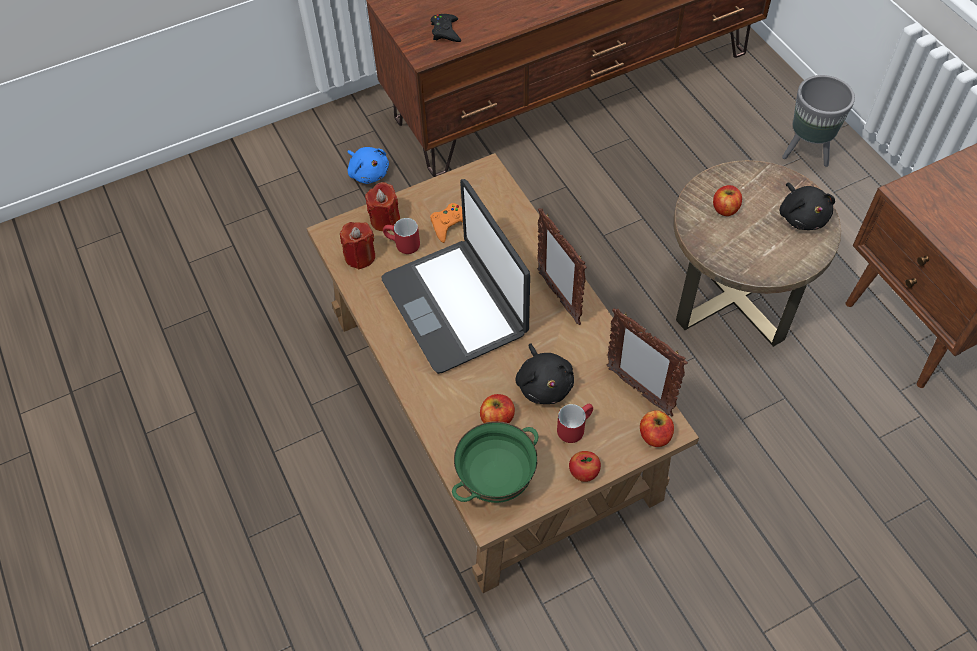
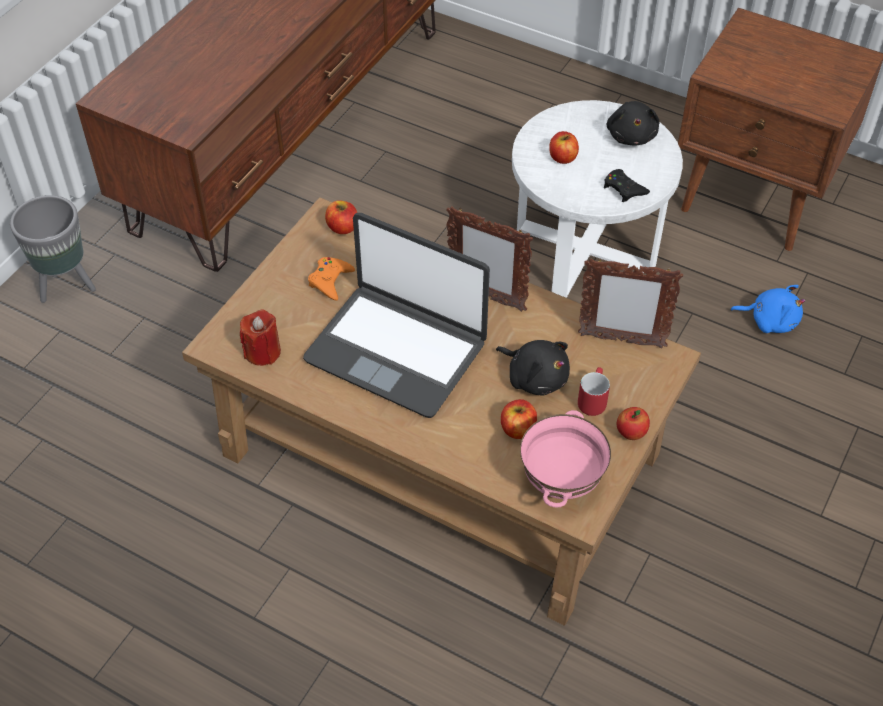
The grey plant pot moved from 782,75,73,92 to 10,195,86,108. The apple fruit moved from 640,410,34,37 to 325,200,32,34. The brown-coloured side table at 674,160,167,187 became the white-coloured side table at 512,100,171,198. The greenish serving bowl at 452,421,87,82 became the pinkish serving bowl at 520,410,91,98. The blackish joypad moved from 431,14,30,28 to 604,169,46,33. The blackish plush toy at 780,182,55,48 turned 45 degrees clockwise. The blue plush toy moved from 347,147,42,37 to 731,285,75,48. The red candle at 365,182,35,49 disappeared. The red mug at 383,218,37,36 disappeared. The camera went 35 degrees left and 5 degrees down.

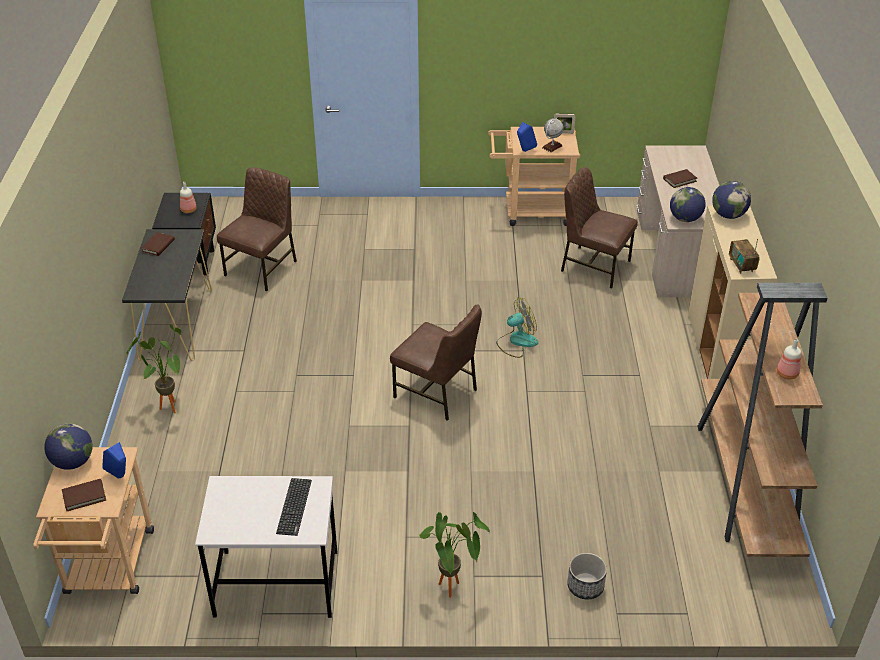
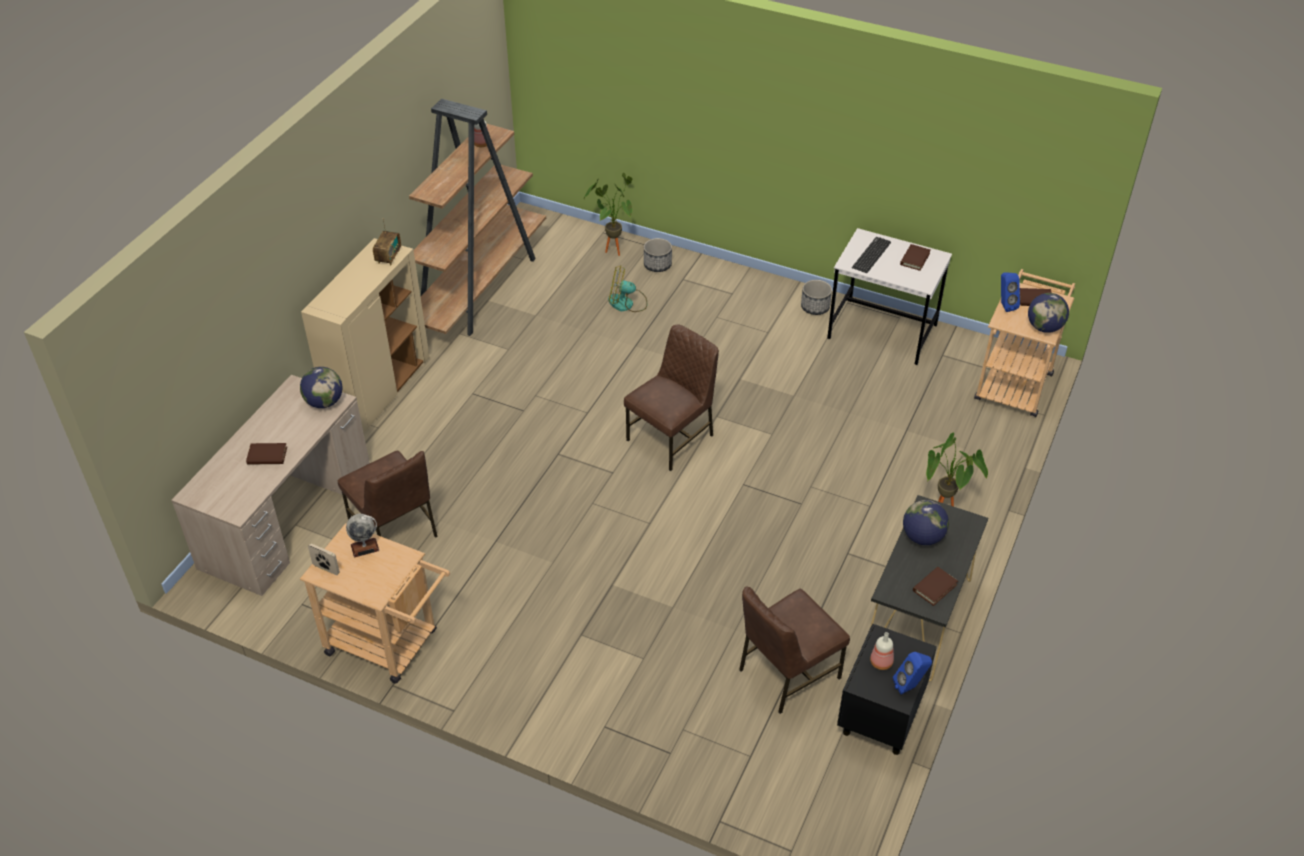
The houseplant moved from 419,512,71,86 to 584,173,48,83. The fan moved from 496,297,42,61 to 608,266,39,46. The brown-coloured chair at 390,304,92,117 turned 75 degrees clockwise. The plant pot at 801,280,31,35 appeared. The blue speaker moved from 517,122,20,30 to 893,652,39,43. The brown-coloured bound book at 900,244,31,27 appeared. The globe moved from 712,181,39,38 to 903,500,46,45. The camera went 155 degrees left and 5 degrees up.

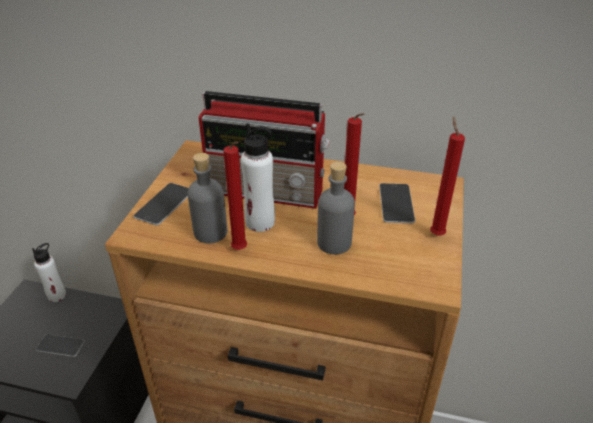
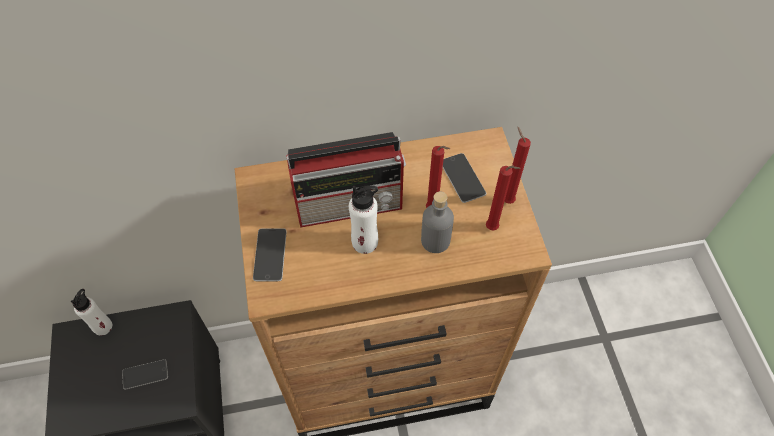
The red candle moved from 223,142,24,108 to 486,166,35,65. The grey beverage bottle at 187,153,40,90 disappeared. The camera went 25 degrees left and 20 degrees up.

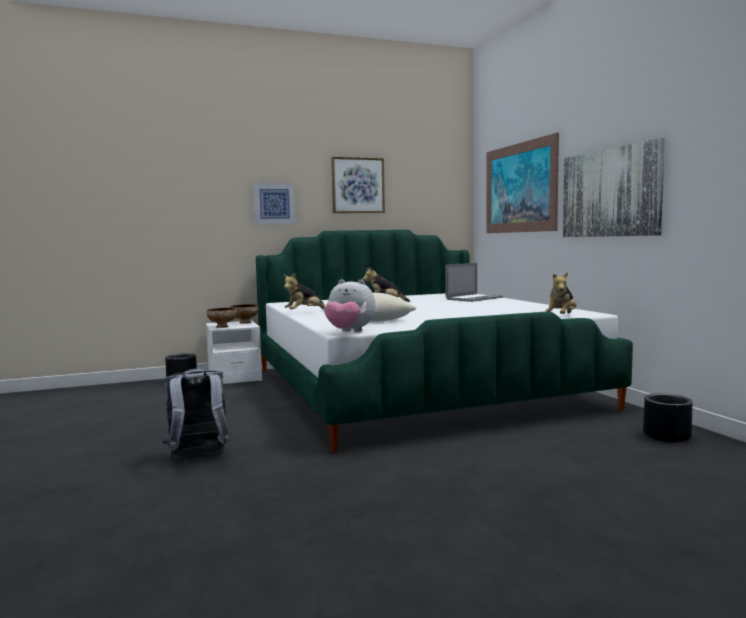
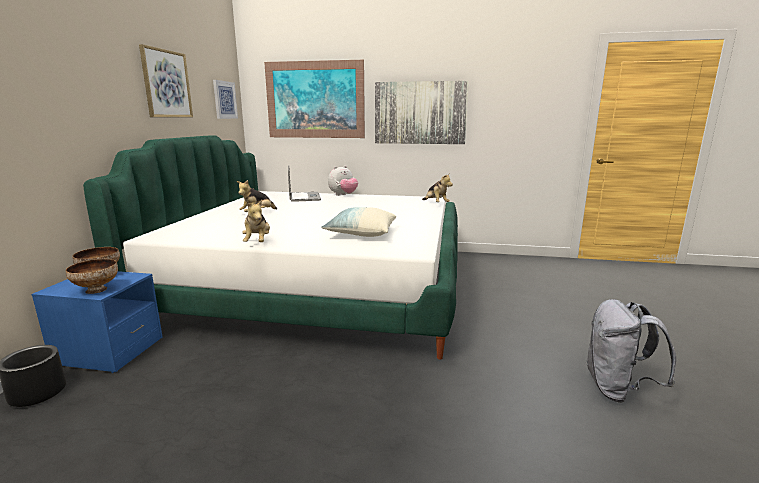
The white-coloured night table at 206,320,56,64 became the blue night table at 31,271,132,102. The wall art moved from 253,183,42,41 to 213,80,25,39. The plush toy moved from 324,279,52,53 to 328,165,30,31. The grey backpack moved from 162,369,70,91 to 586,299,90,104. The blackish plant pot at 643,393,50,50 disappeared. The camera went 60 degrees left and 10 degrees up.

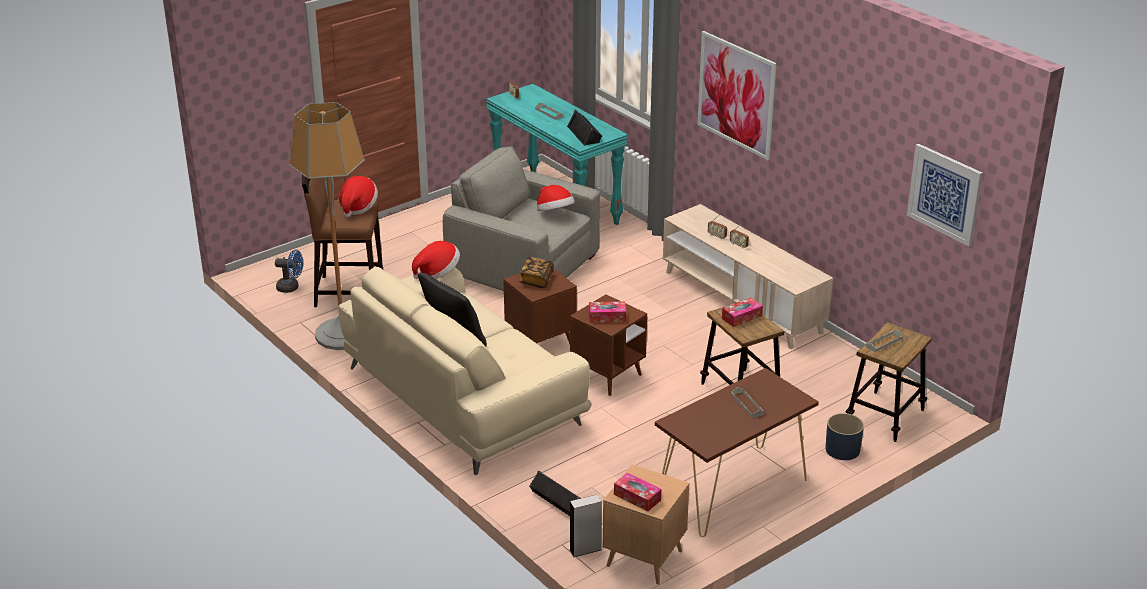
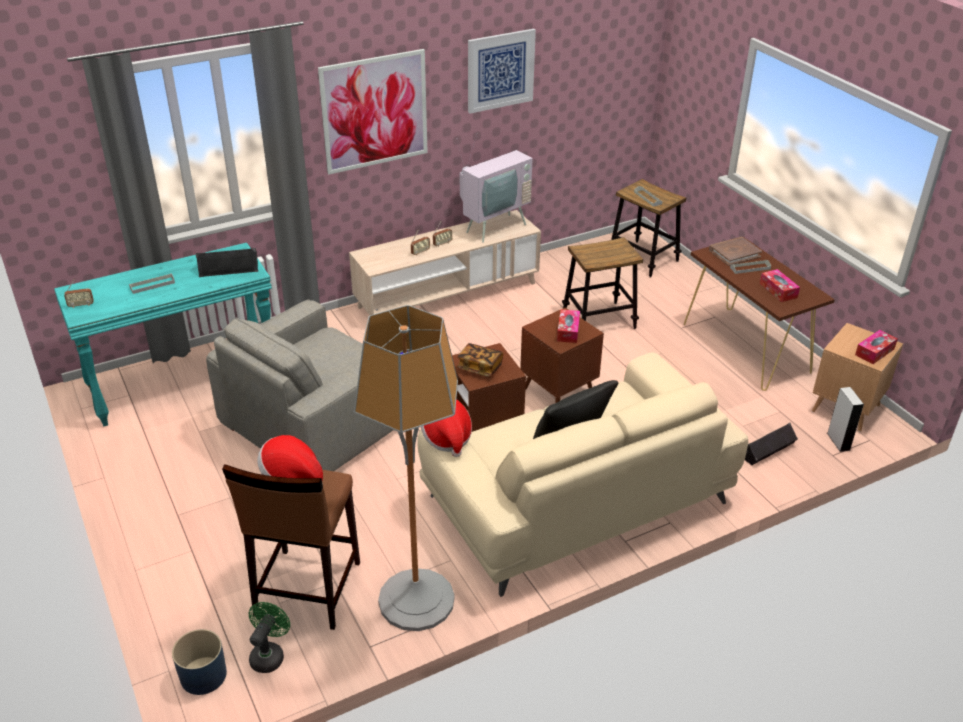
The blue plant pot moved from 825,413,39,47 to 172,629,55,66. The blue fan at 275,249,28,44 became the greenish fan at 249,602,41,71. The TV at 456,133,77,110 appeared. The wall art moved from 907,144,76,102 to 468,29,68,85. The brown-coloured bound book at 709,237,53,29 appeared. The tissue box moved from 722,298,41,29 to 760,269,40,33. The wearable hat at 537,185,38,26 disappeared. The camera went 80 degrees left and 5 degrees up.

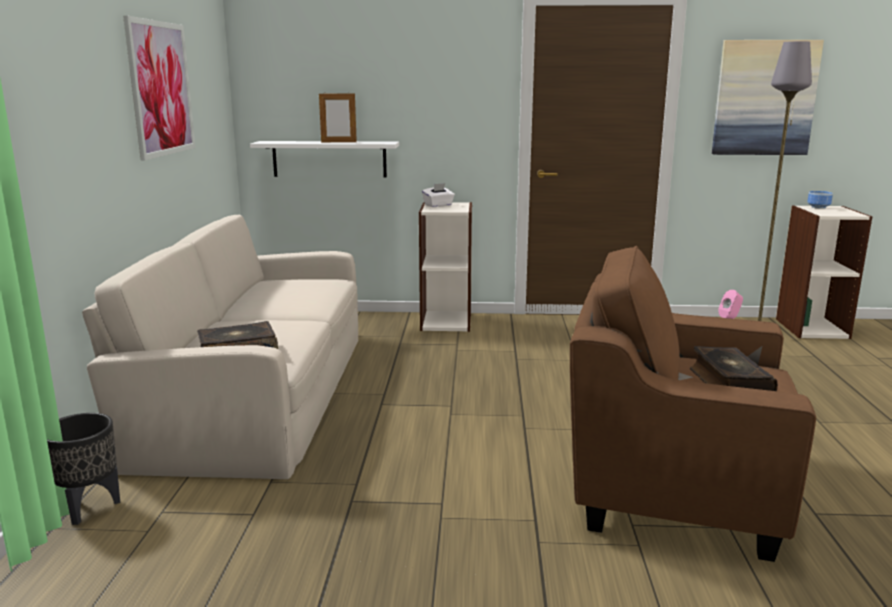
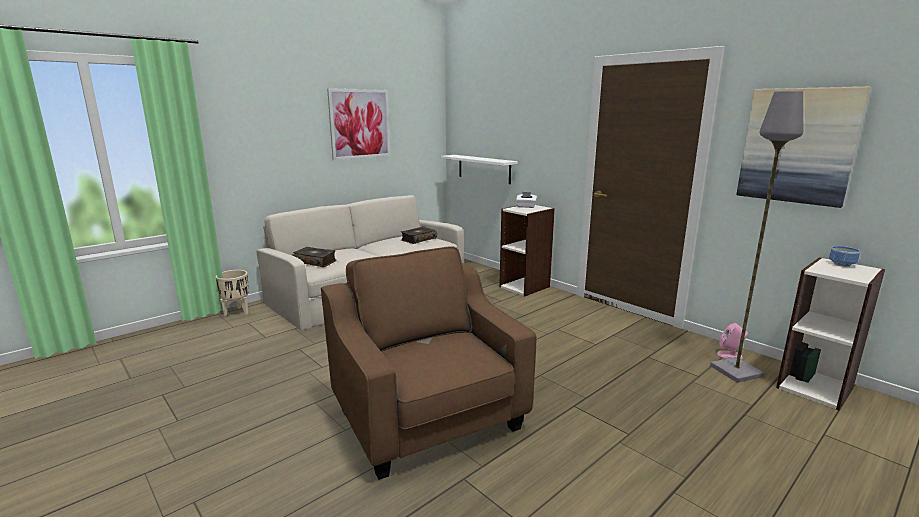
The blackish plant pot at 47,413,73,112 became the sand-coloured plant pot at 216,270,33,46. The bound book moved from 690,346,88,45 to 401,226,36,18. The photo frame at 319,93,38,49 disappeared. The camera went 45 degrees right and 0 degrees up.

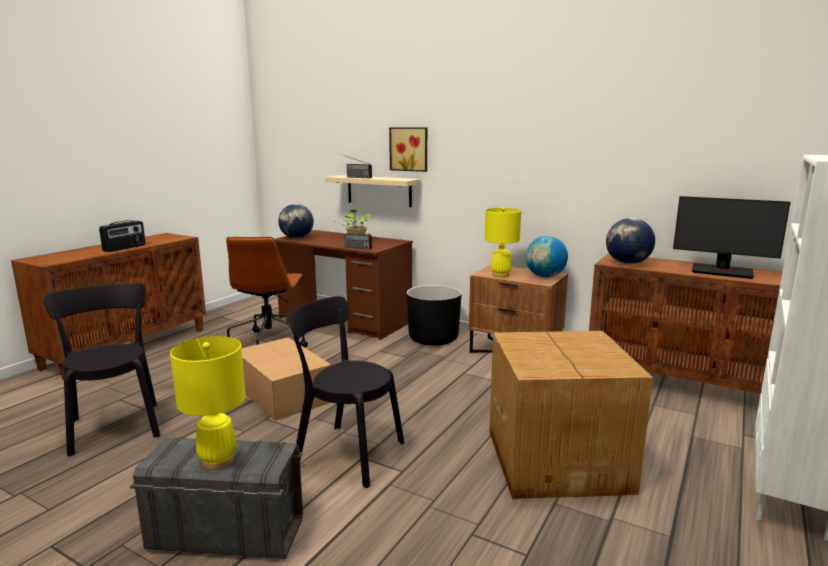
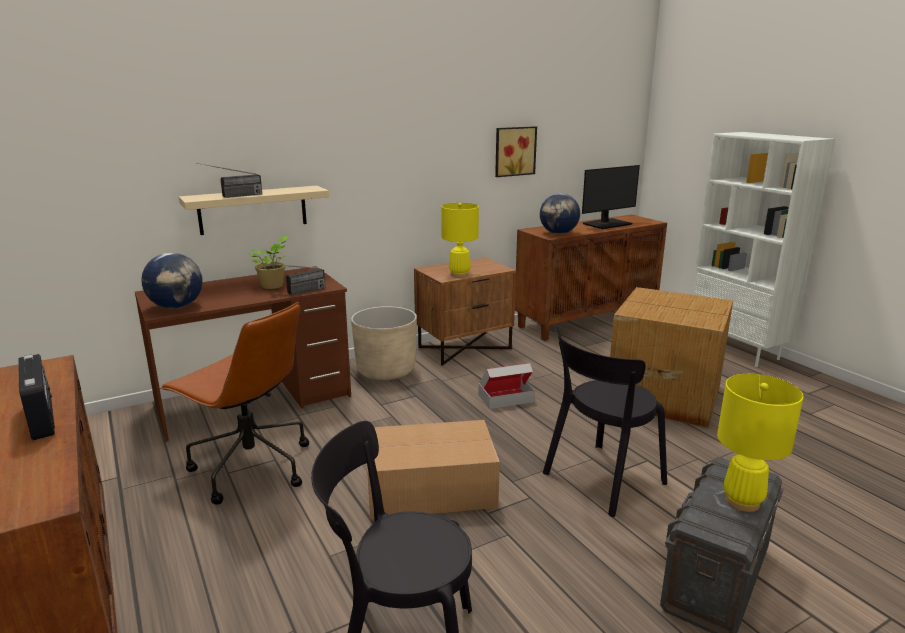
The blackish plant pot at 407,285,55,61 became the sand-coloured plant pot at 351,306,66,74. The carton at 478,363,57,46 appeared. The wall art moved from 389,127,38,45 to 495,126,42,51. The globe at 525,236,43,41 disappeared. The camera went 60 degrees left and 5 degrees up.

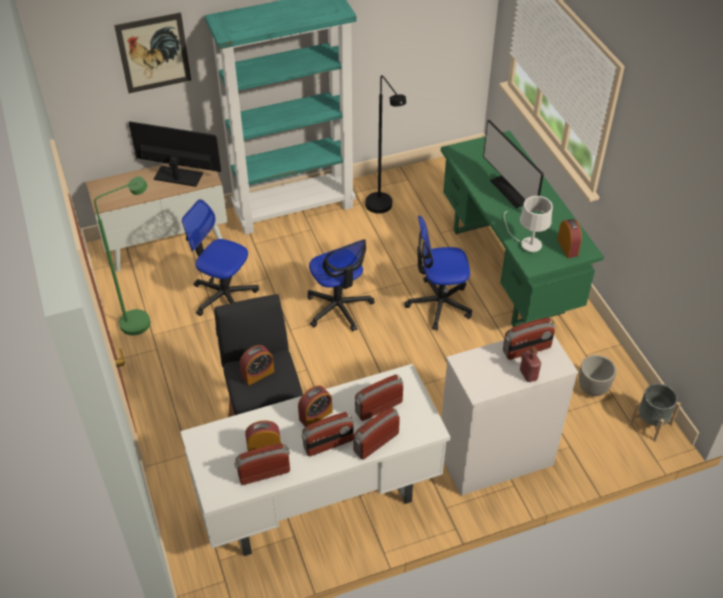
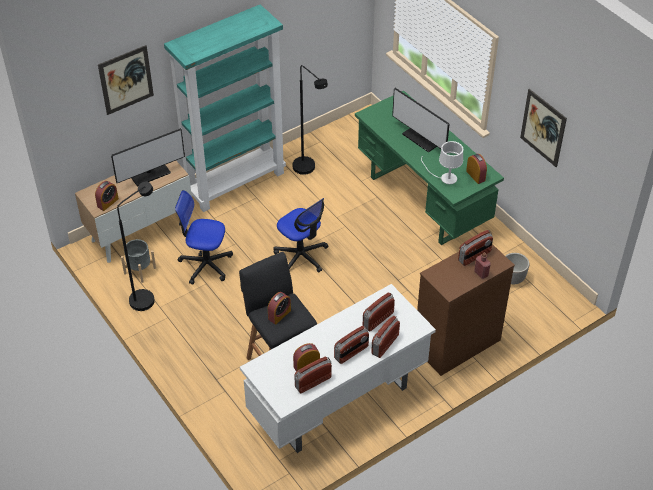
The bedside clock moved from 298,386,34,41 to 95,181,24,30. The monitor at 128,121,93,66 turned 150 degrees clockwise. The greenish standing lamp at 94,177,56,158 became the blackish standing lamp at 117,181,38,130. The grey plant pot moved from 629,383,52,59 to 121,239,35,44. The white-coloured chest of drawers at 441,336,137,160 became the brown-coloured chest of drawers at 417,244,98,132. The wall art at 520,89,47,78 appeared. The computer chair at 404,216,68,114 disappeared. The camera went 15 degrees left and 0 degrees up.

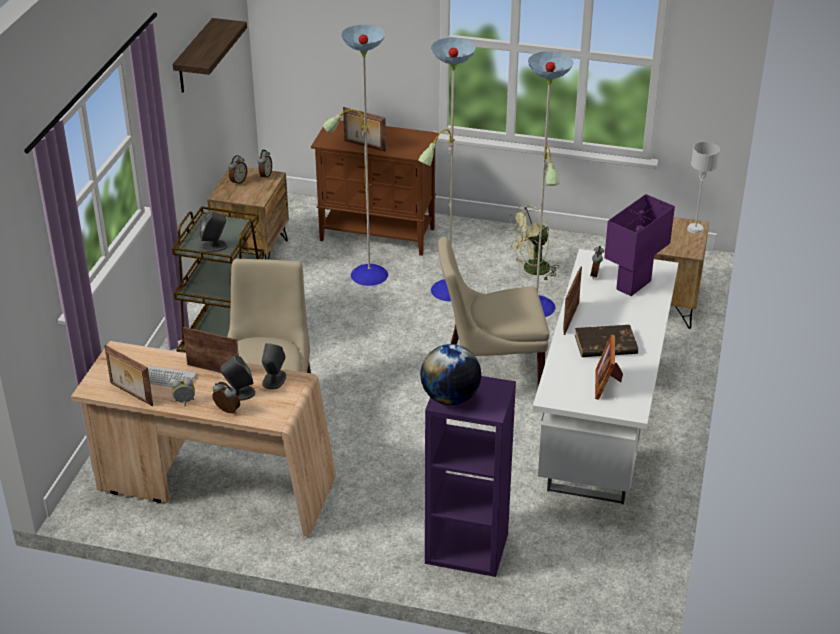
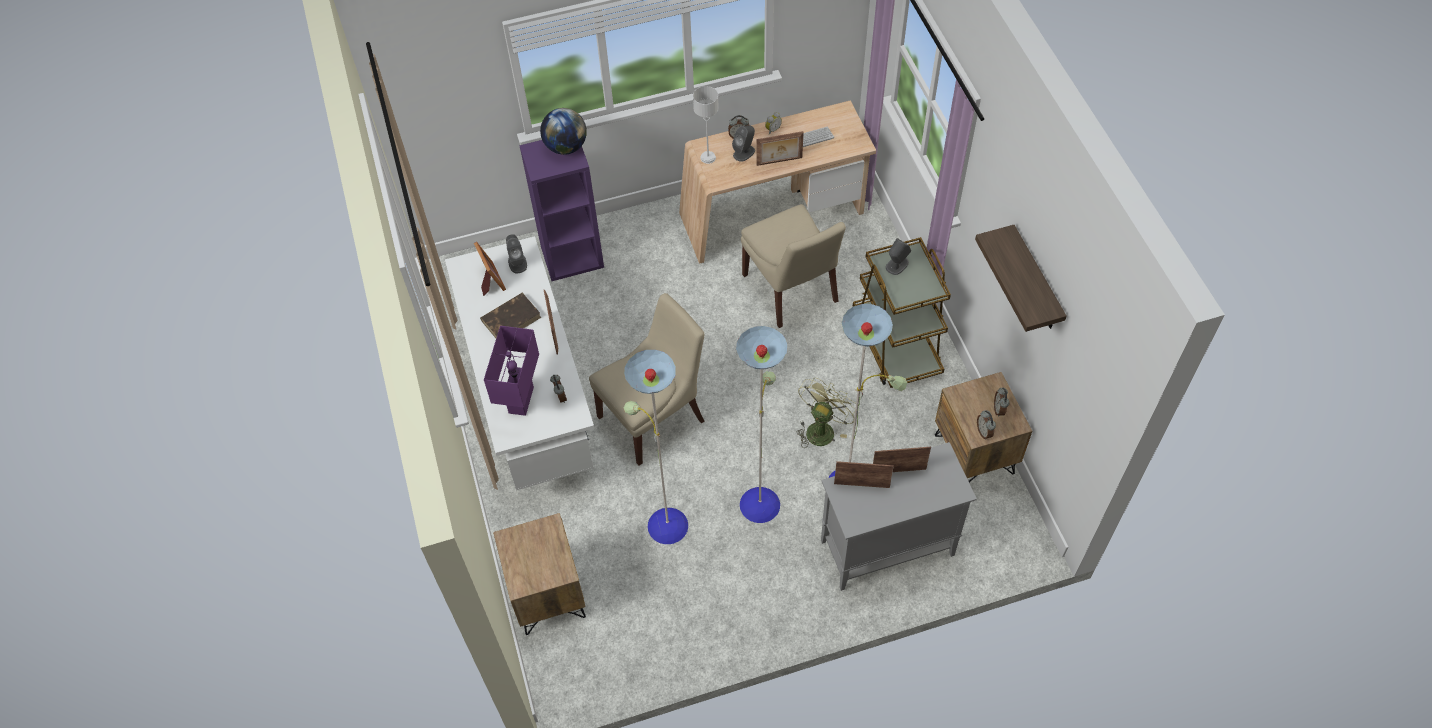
The grey speaker moved from 262,343,24,46 to 506,234,21,39. The grey table lamp moved from 687,142,33,92 to 693,86,26,78. The greenish fan moved from 507,205,52,76 to 796,378,59,70. The brown-coloured storage cabinet at 311,120,128,136 became the grey storage cabinet at 821,442,156,149. The photo frame moved from 104,345,49,61 to 834,461,60,27. The camera went 150 degrees right and 20 degrees up.

